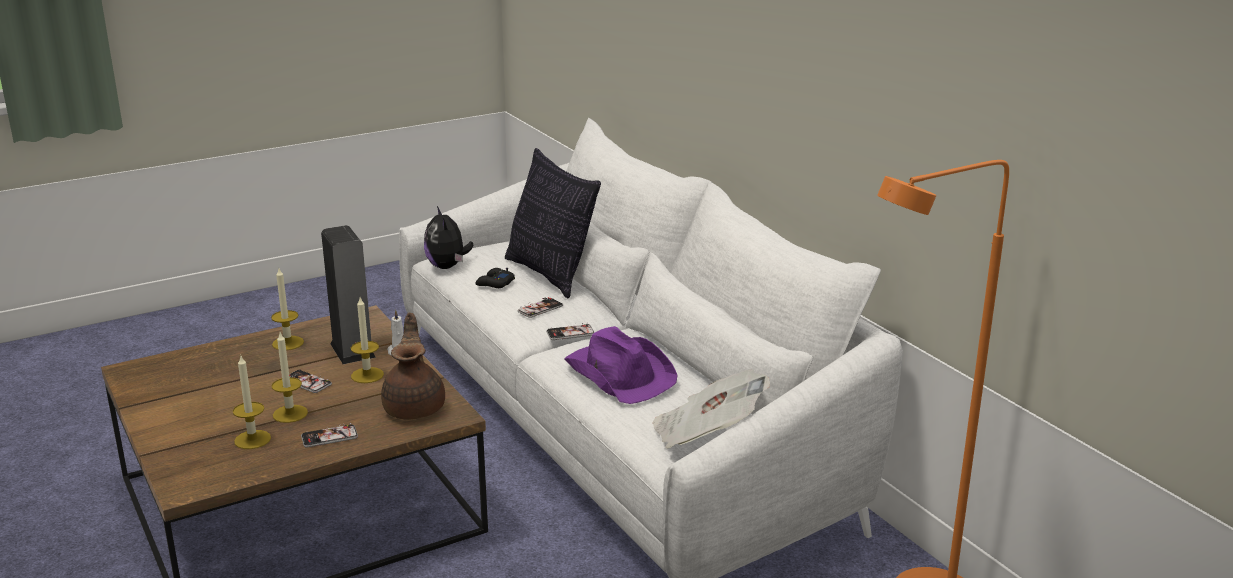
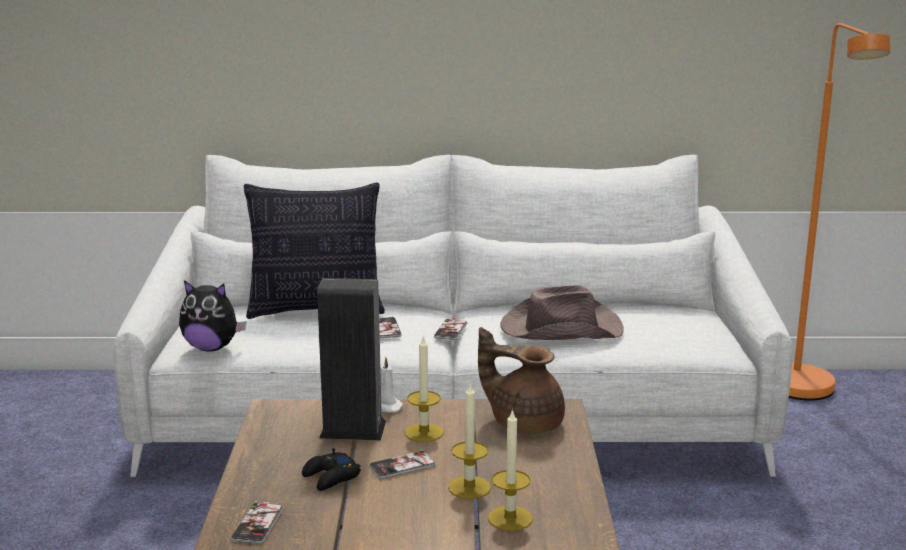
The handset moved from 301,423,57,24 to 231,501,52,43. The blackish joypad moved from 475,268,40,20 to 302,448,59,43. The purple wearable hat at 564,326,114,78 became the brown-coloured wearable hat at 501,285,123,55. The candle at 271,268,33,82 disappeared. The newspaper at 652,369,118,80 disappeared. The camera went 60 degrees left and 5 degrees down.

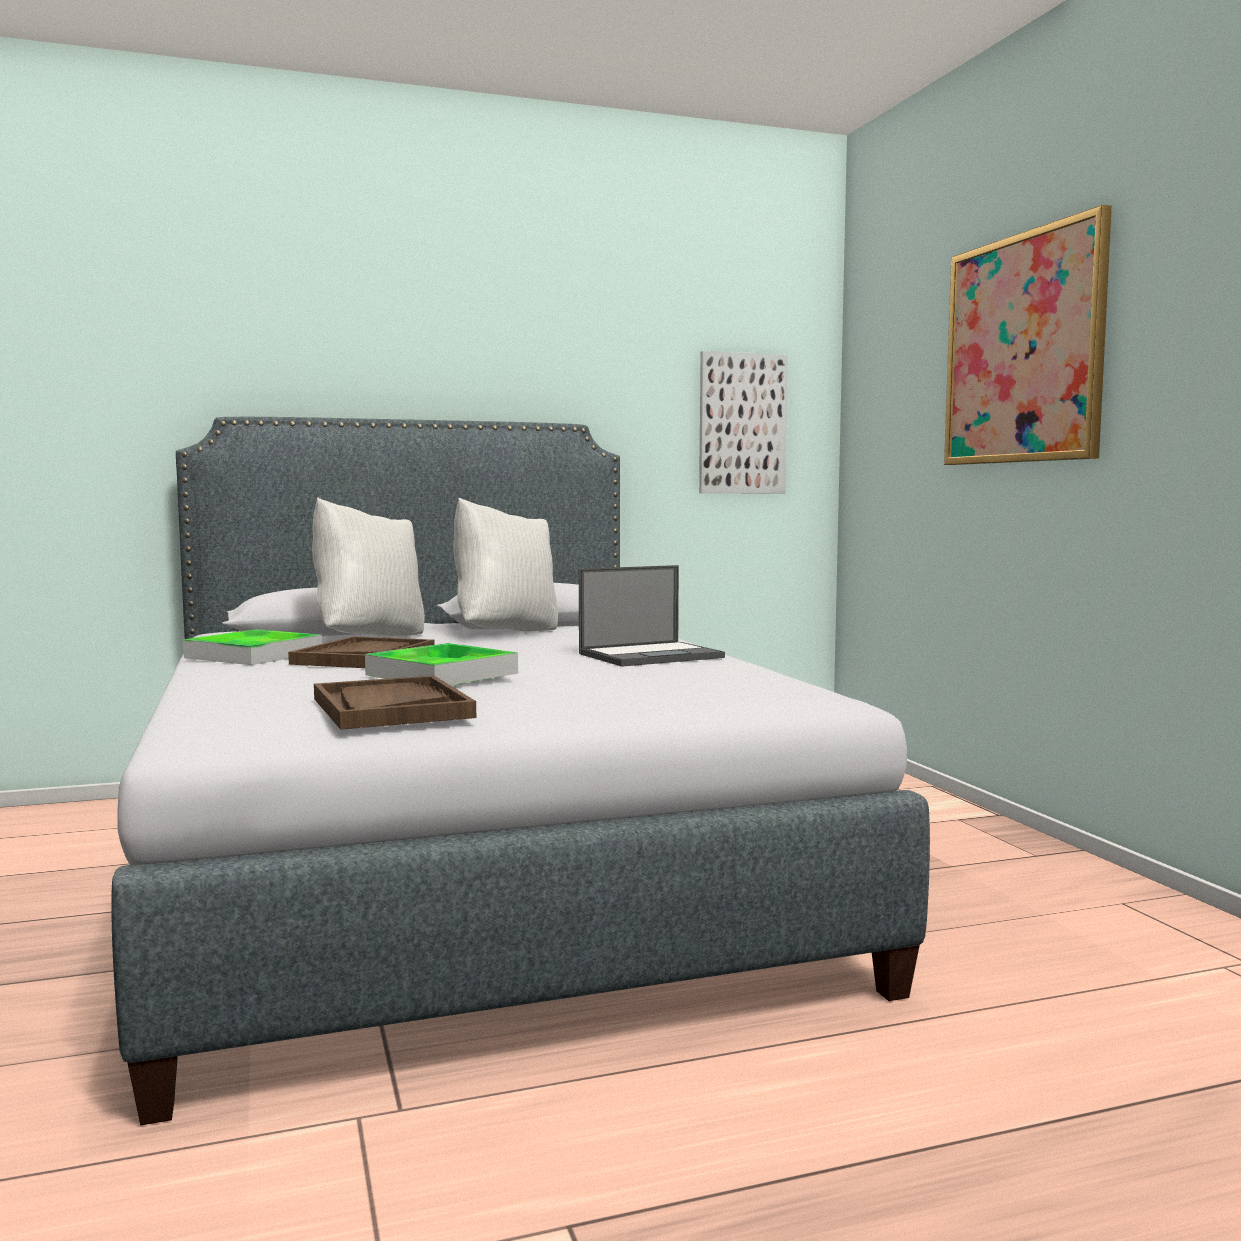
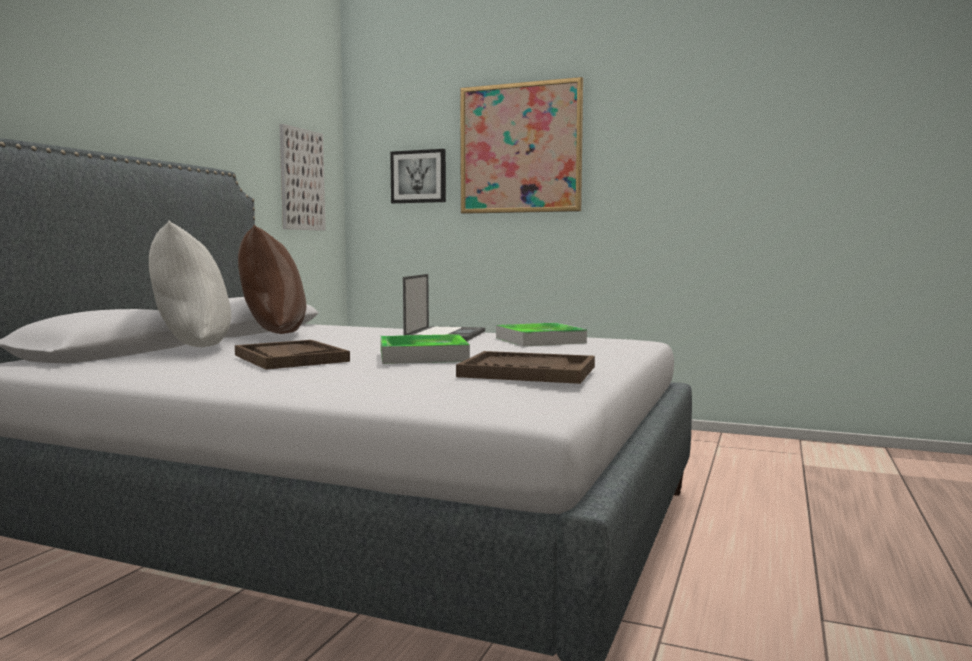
The white-coloured cushion at 453,498,105,134 became the brown-coloured cushion at 238,225,68,109. The wall art at 390,149,56,54 appeared. The tray moved from 183,629,139,36 to 496,323,91,24. The camera went 50 degrees left and 0 degrees up.

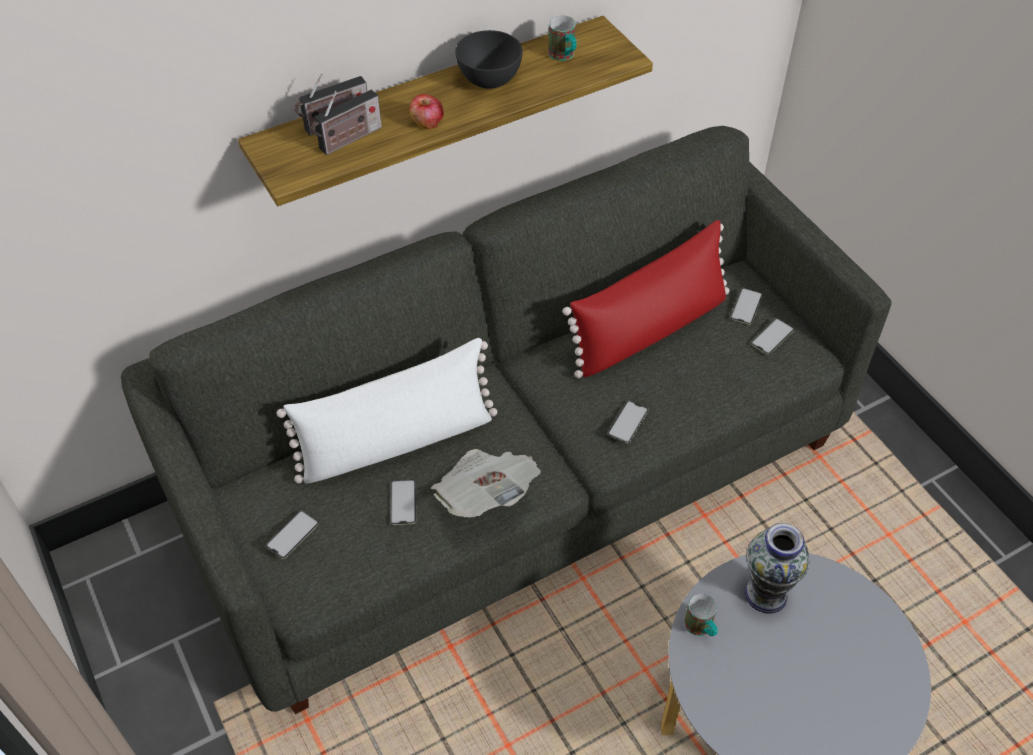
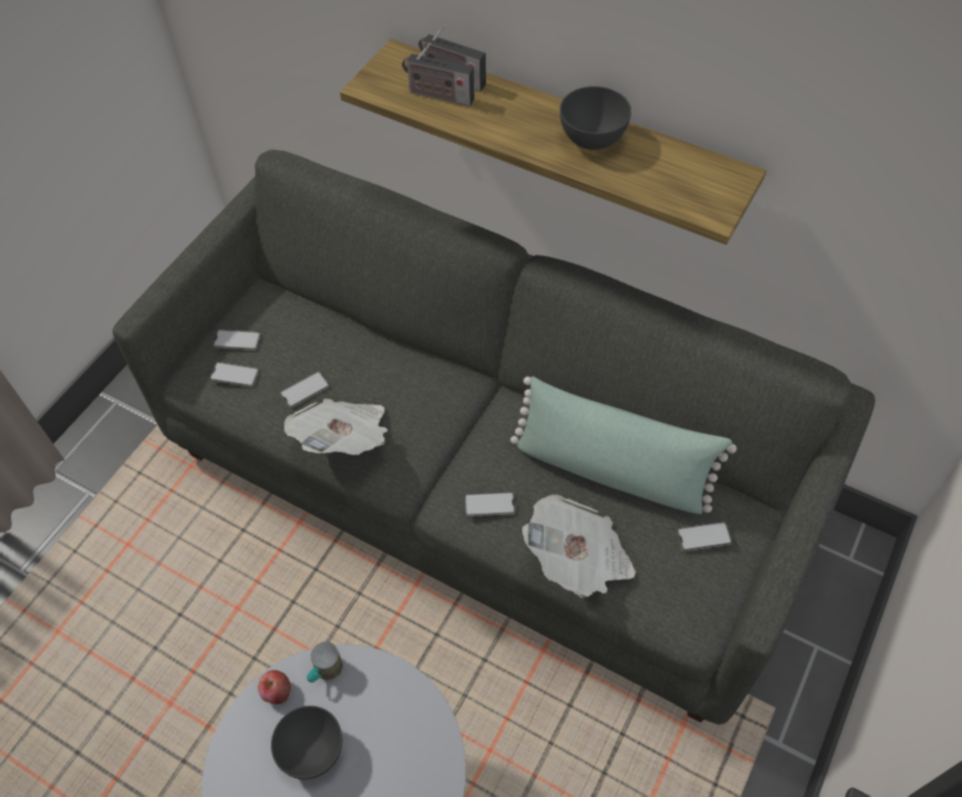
The handset moved from 751,318,43,37 to 209,362,50,25. The apple fruit moved from 410,94,34,35 to 258,670,33,34. The grey serving bowl at 271,706,71,74 appeared. The red cushion at 563,220,166,158 became the greenish cushion at 510,376,227,138. The newspaper at 522,494,114,104 appeared. The white-coloured cushion at 277,338,220,146 disappeared. The mug at 548,15,29,46 disappeared. The vase at 745,523,64,91 disappeared. The camera went 60 degrees right and 5 degrees up.

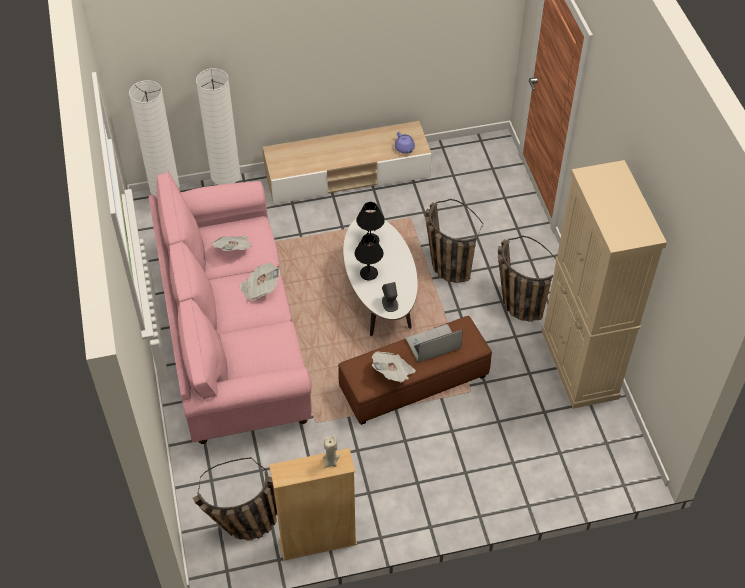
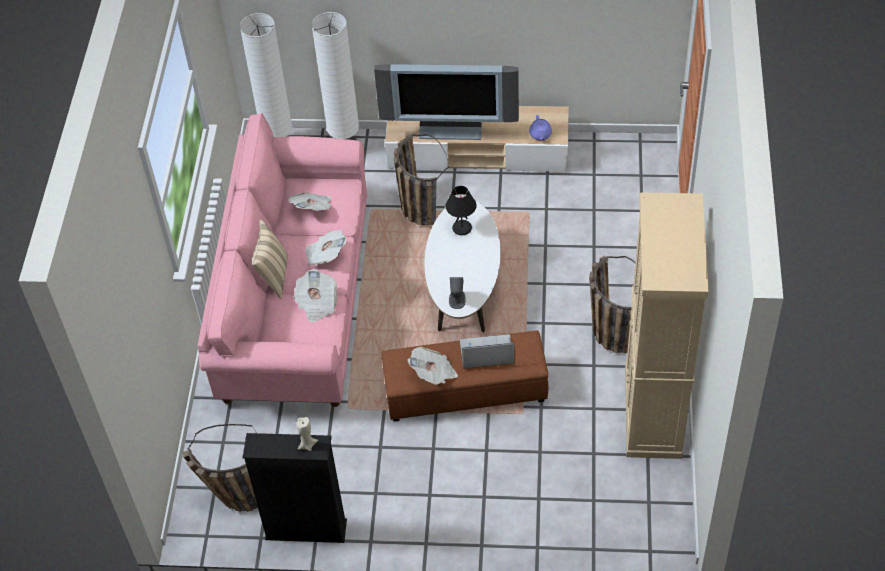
The sand-coloured bookcase at 269,448,88,113 became the blackish bookcase at 243,433,104,110. The sand-coloured cushion at 251,220,37,79 appeared. The newspaper at 294,269,43,54 appeared. The TV at 374,64,145,76 appeared. The household basket moved from 425,199,58,84 to 394,134,55,92. The blackish table lamp at 355,235,28,45 disappeared. The camera went 20 degrees right and 0 degrees up.

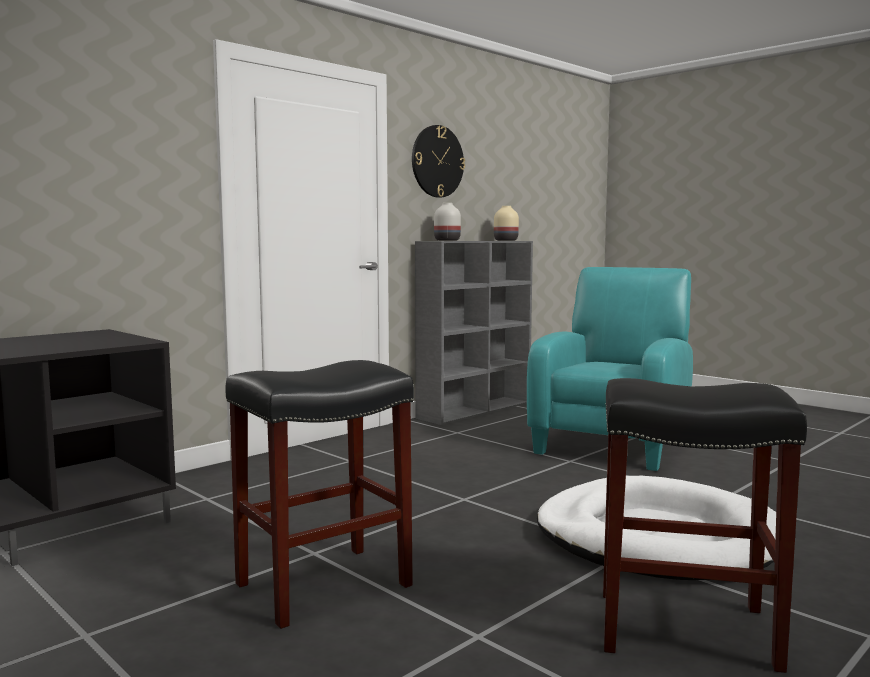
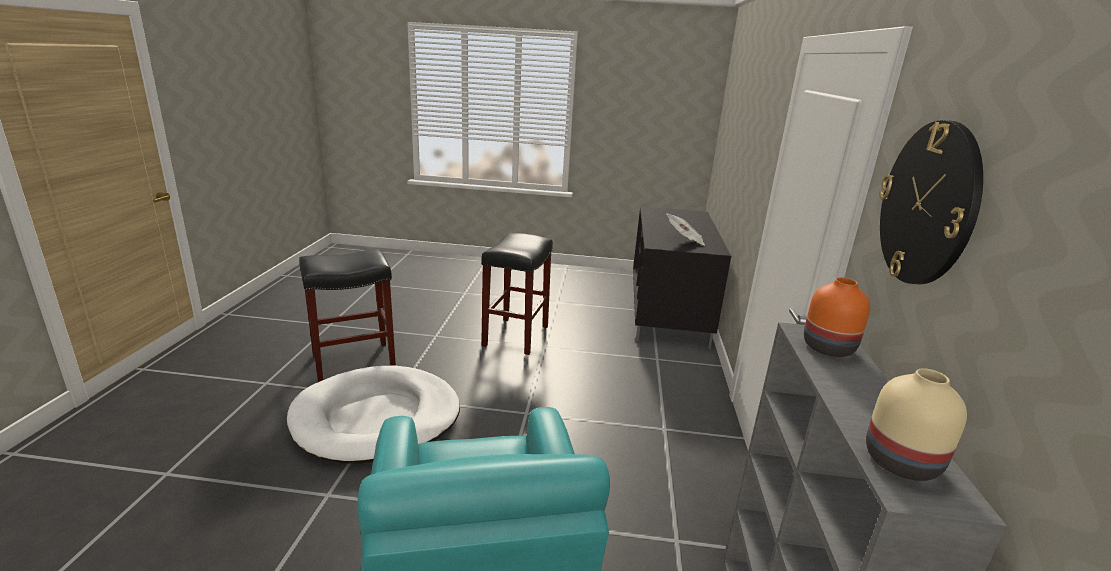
The newspaper at 666,213,39,32 appeared. The white-coloured vase at 434,203,27,38 became the orange vase at 804,277,66,80. The camera went 140 degrees right and 15 degrees up.

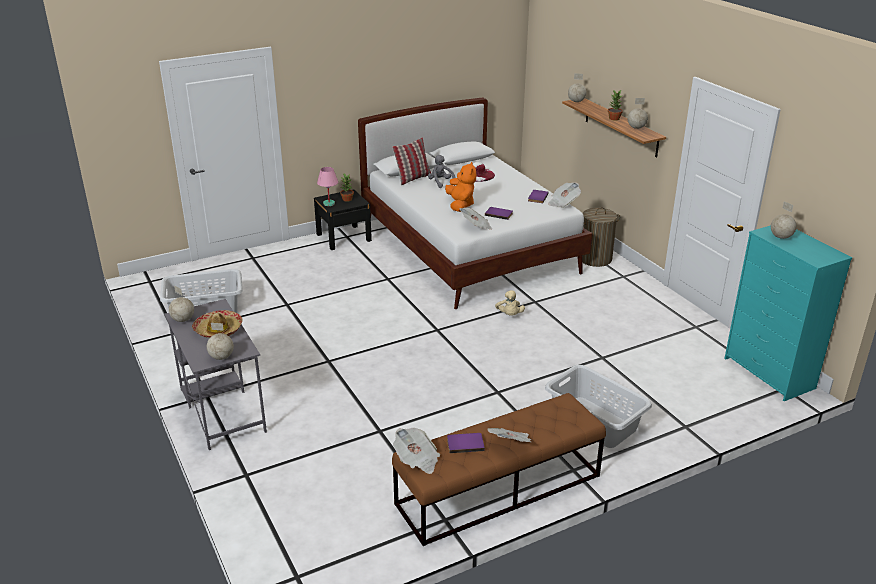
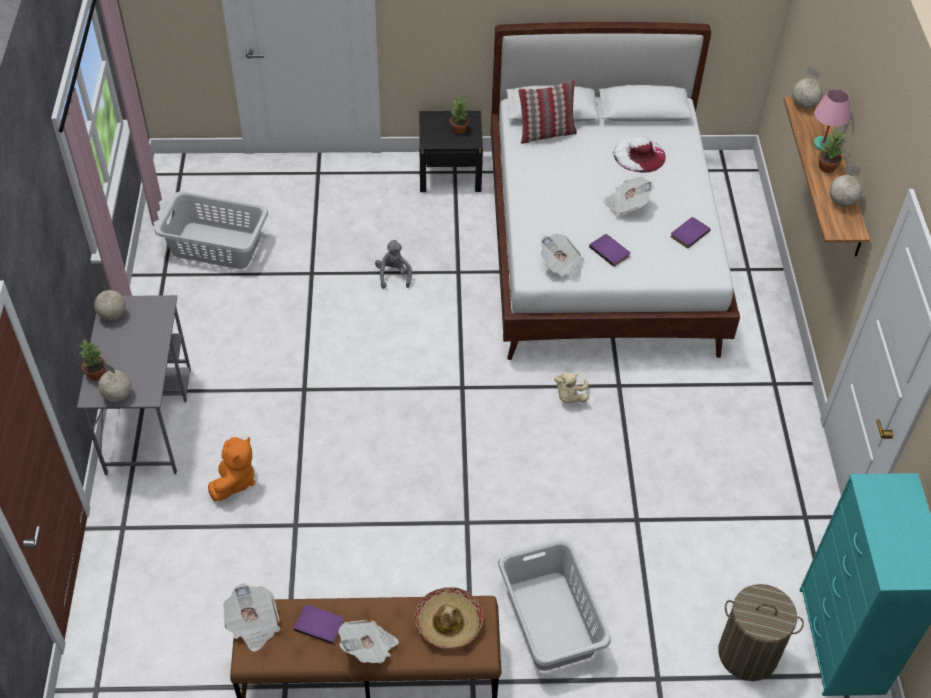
The houseplant at 80,339,26,41 appeared. The orange plush toy moved from 445,162,31,50 to 208,437,47,64. The grey plush toy moved from 428,155,27,33 to 375,240,37,49. The wearable hat moved from 192,310,50,28 to 415,587,68,62. The newspaper moved from 548,182,33,26 to 603,177,51,39. The laundry basket moved from 583,207,37,60 to 718,584,86,97. The pinkish table lamp moved from 317,167,21,39 to 813,89,38,62. The globe at 771,201,26,38 disappeared. The camera went 25 degrees right and 20 degrees up.

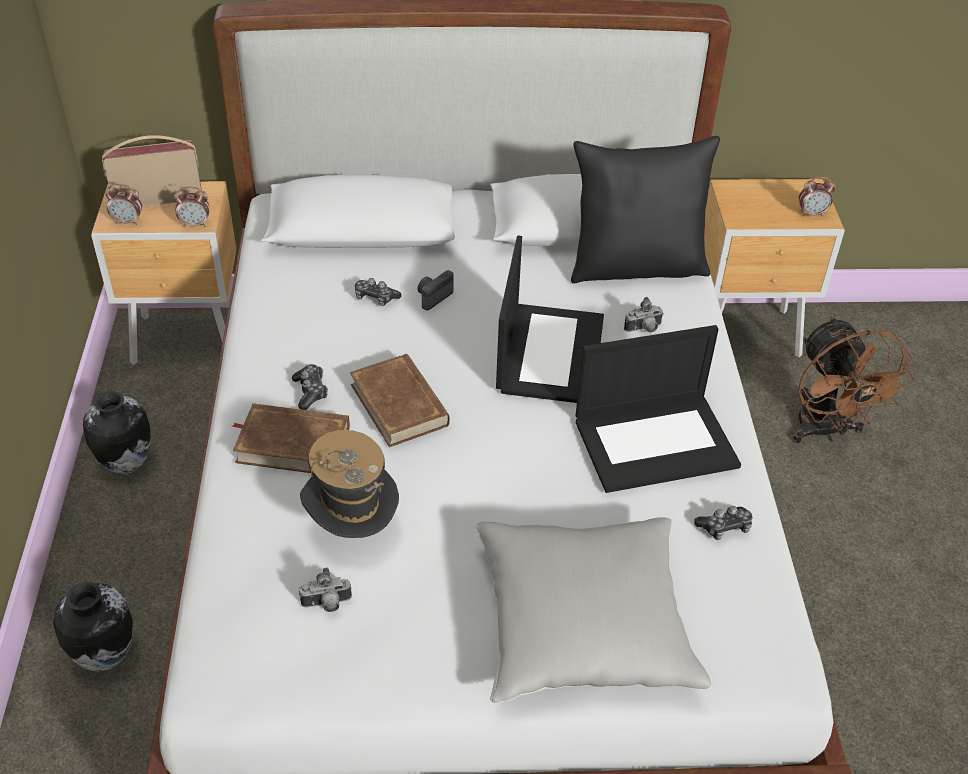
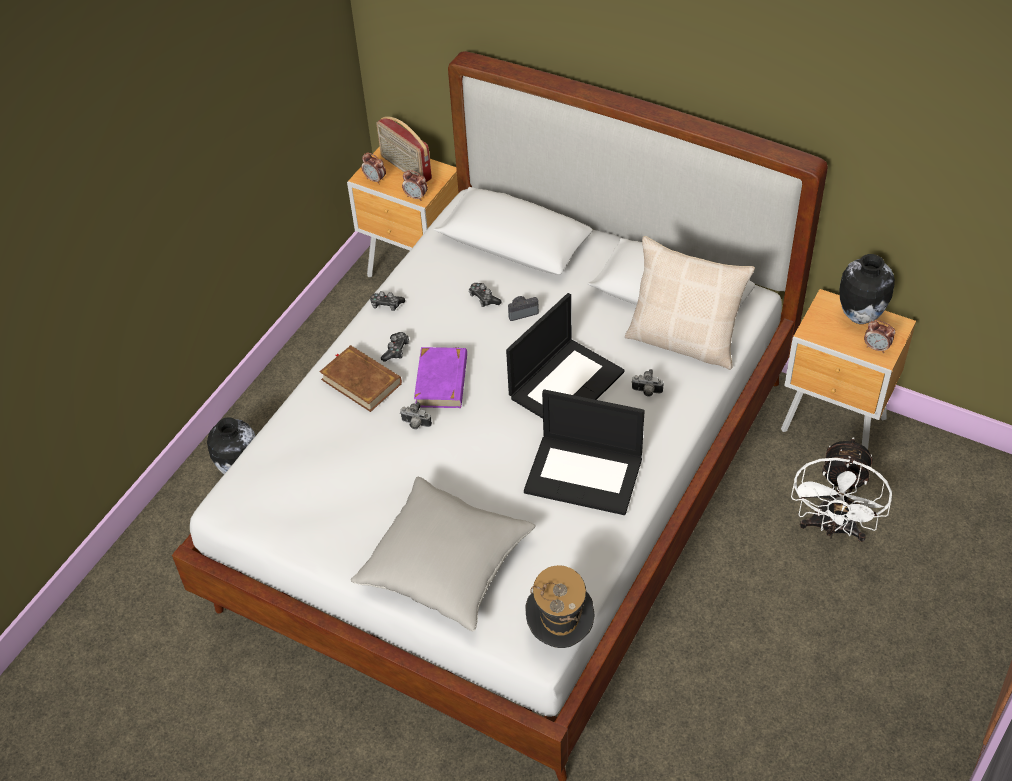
The joypad moved from 694,506,59,34 to 370,291,35,20. The radio set at 102,135,100,72 turned 150 degrees counterclockwise. The still camera moved from 299,568,53,44 to 400,402,32,27. The brown-coloured bound book at 350,354,100,93 became the purple bound book at 414,347,53,61. The wearable hat moved from 300,430,99,108 to 525,565,69,83. The blackish cushion at 571,136,149,147 became the sand-coloured cushion at 625,236,130,134. The brown-coloured fan at 793,316,122,127 became the white-coloured fan at 791,437,101,105. The vase moved from 83,391,68,83 to 839,254,56,70. The camera went 35 degrees right and 5 degrees up.

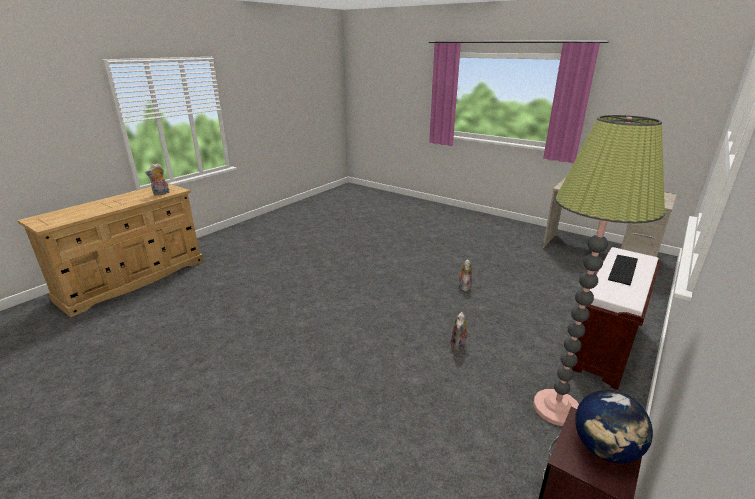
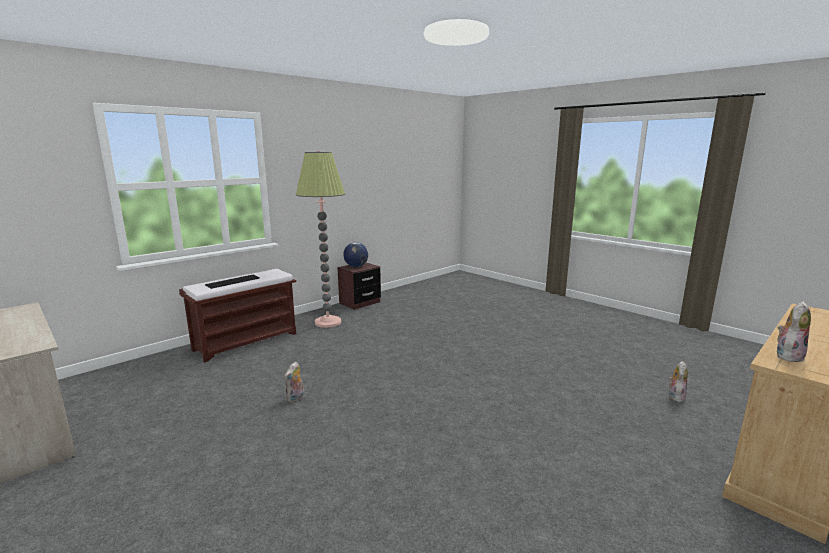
The plush toy moved from 450,312,19,39 to 668,361,20,41. The camera went 170 degrees left and 10 degrees down.

